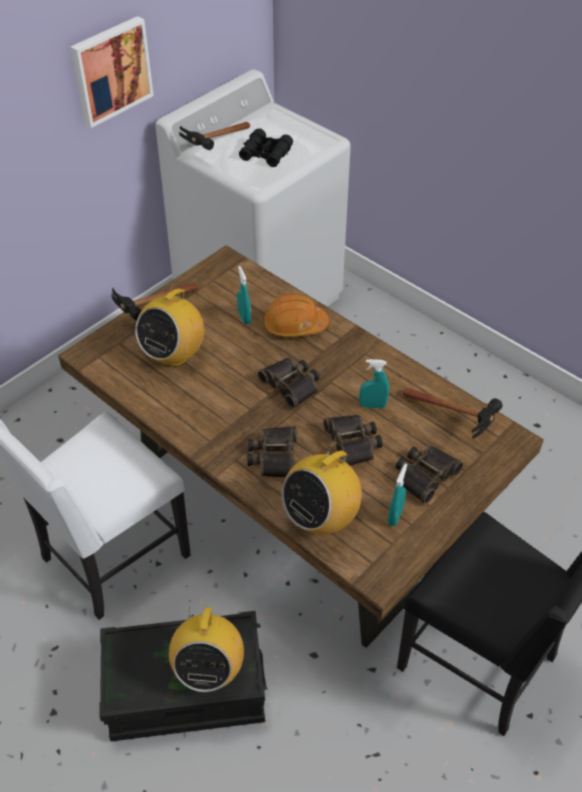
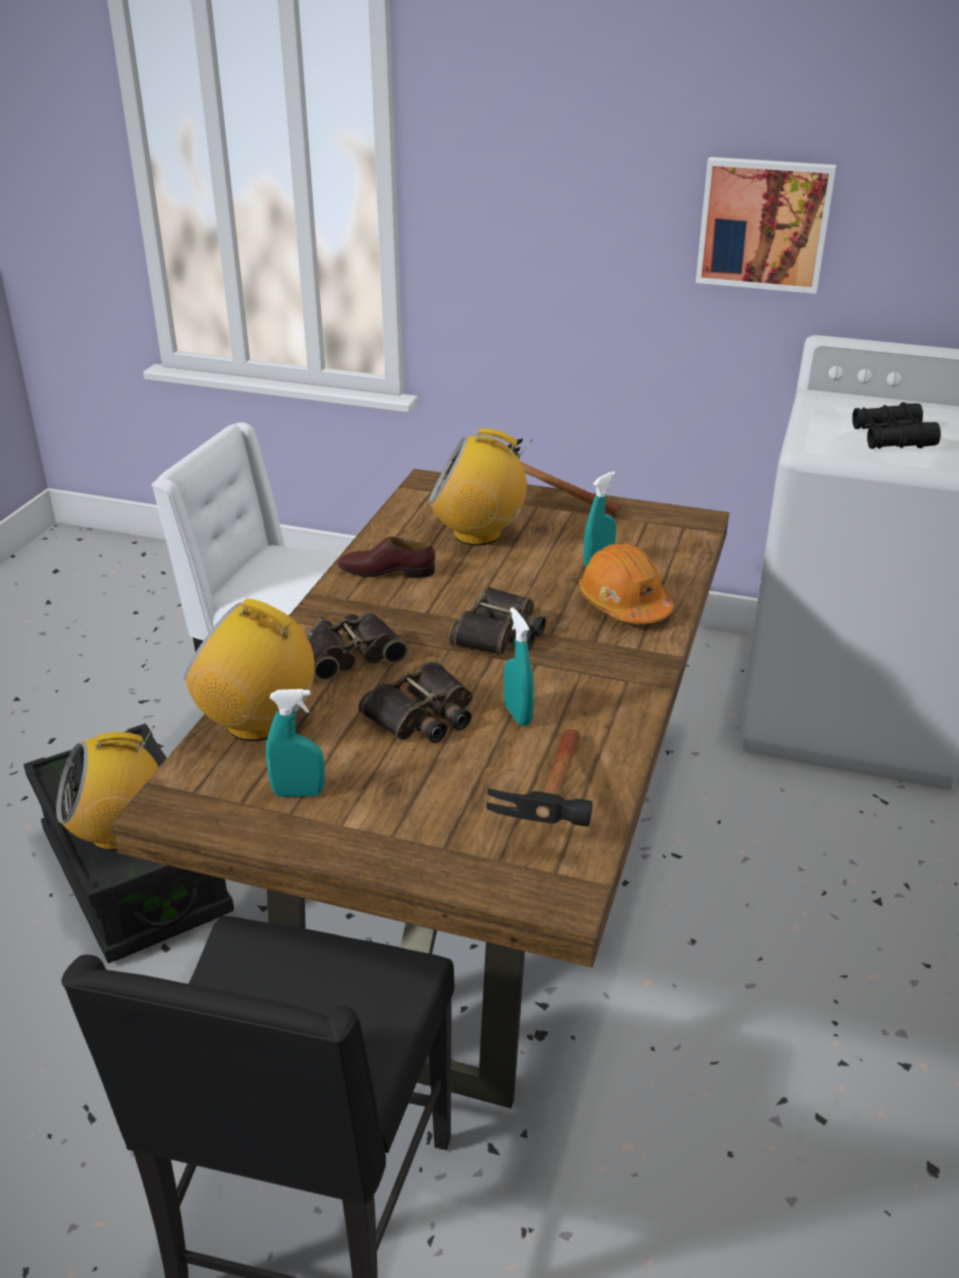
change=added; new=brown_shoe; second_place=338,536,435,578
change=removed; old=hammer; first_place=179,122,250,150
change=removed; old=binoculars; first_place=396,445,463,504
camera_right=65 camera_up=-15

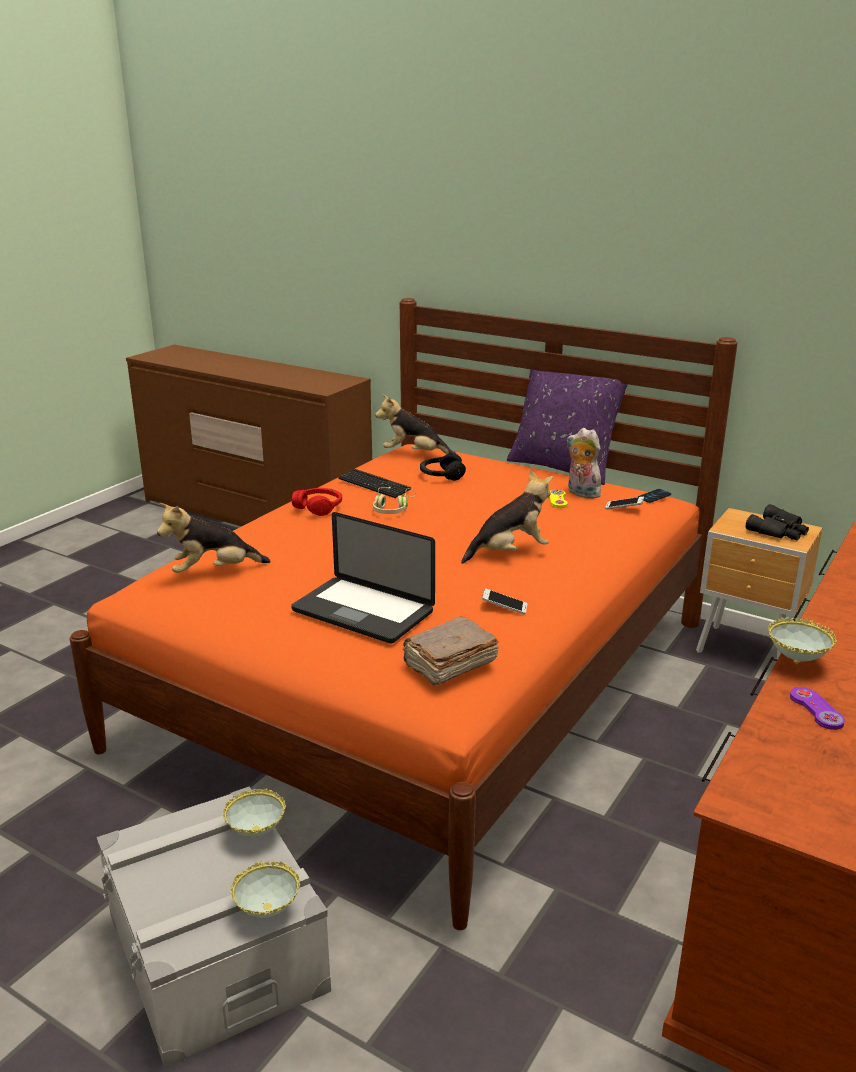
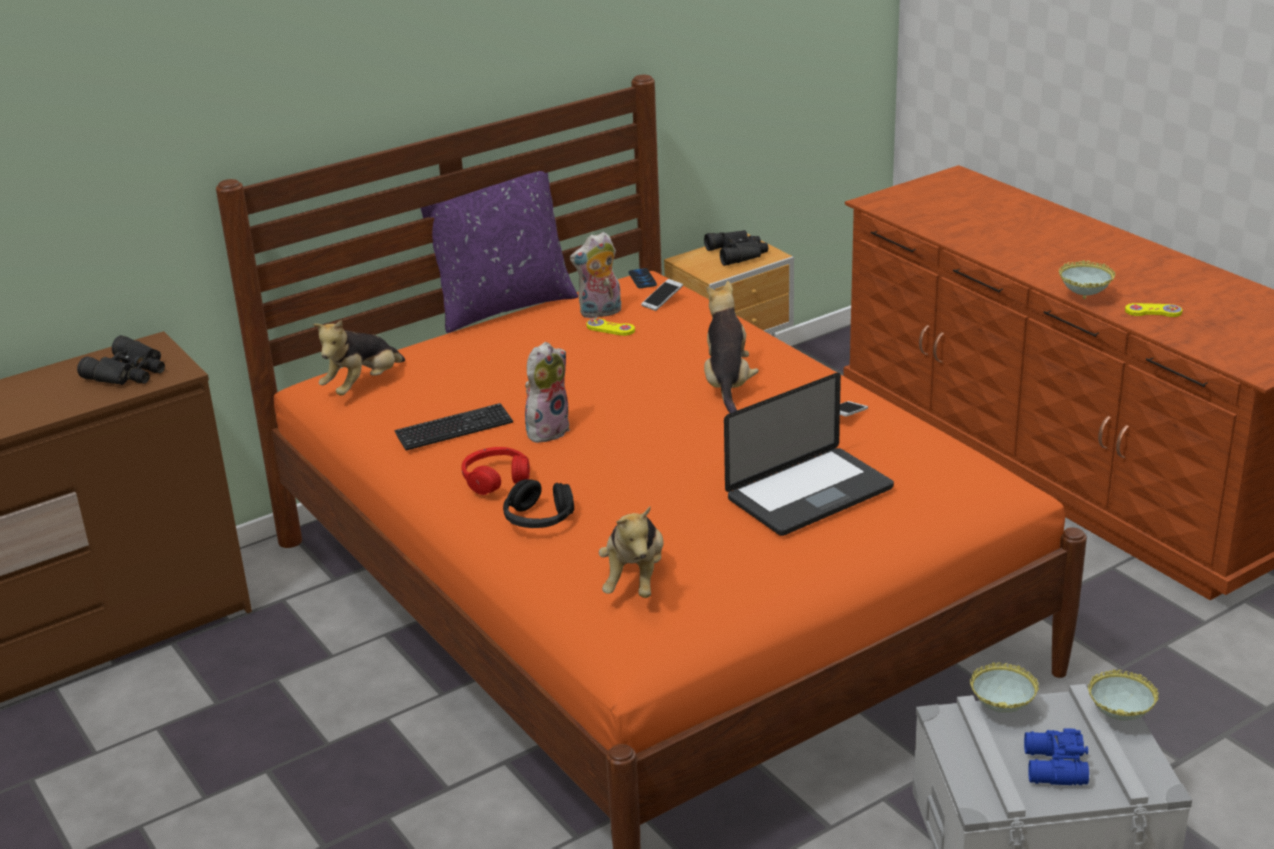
change=added; new=black_binoculars; second_place=77,335,165,385
change=moved; old=black_headphones; first_place=420,453,466,481; second_place=503,479,574,528
change=replaced; old=beige_headphones; new=plush_toy; first_place=373,487,416,514; second_place=525,342,570,443
change=added; new=blue_binoculars; second_place=1024,728,1089,785
change=recoloured; old=purple_game_controller; new=yellow_game_controller; first_place=790,687,845,730; second_place=1125,303,1182,317
change=removed; old=brown_book; first_place=402,616,499,686
camera_right=-65 camera_up=5

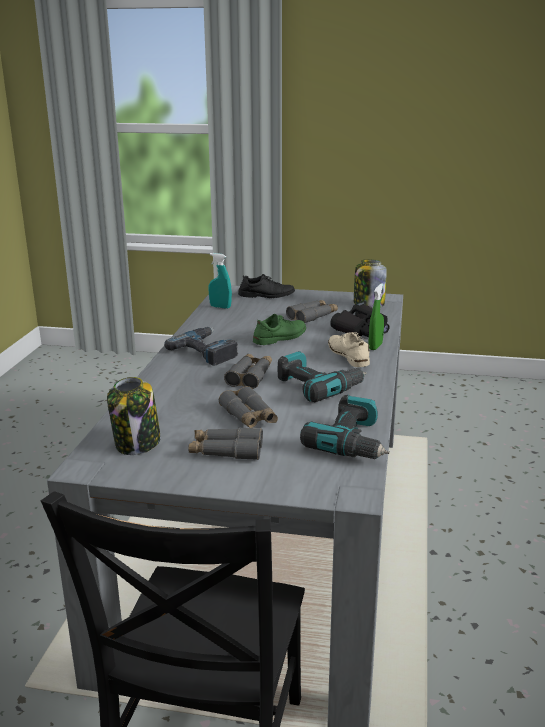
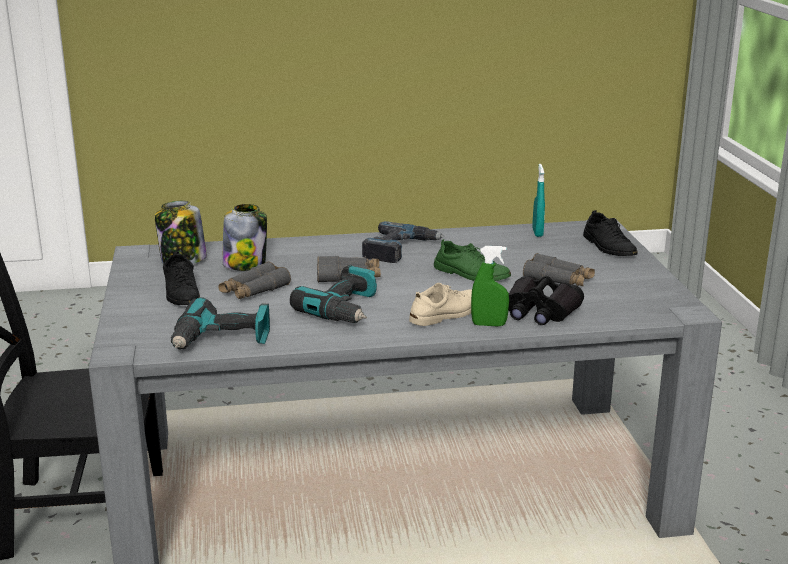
change=replaced; old=grey_binoculars; new=black_shoe; first_place=188,427,263,460; second_place=163,251,200,305
change=moved; old=jar; first_place=354,259,387,307; second_place=222,204,267,271
camera_right=70 camera_up=0

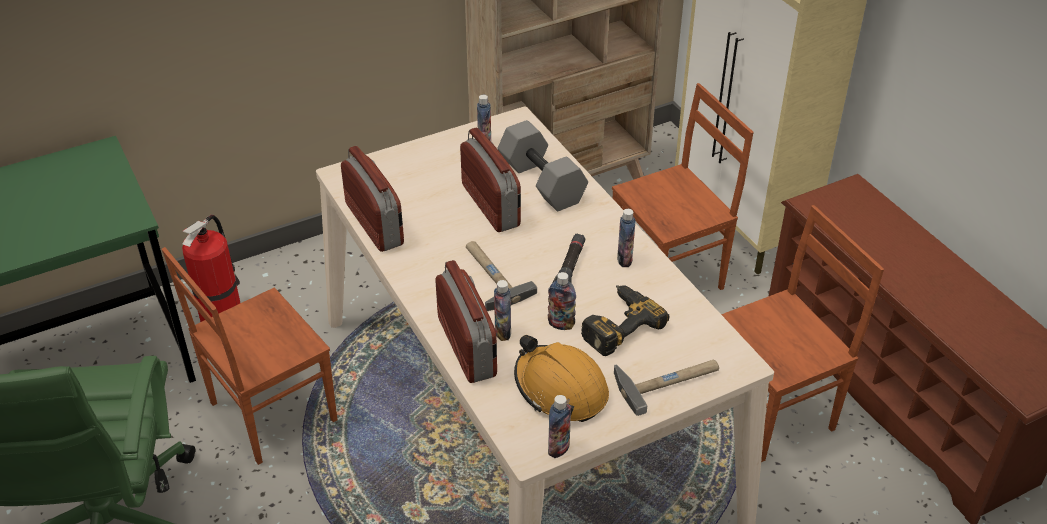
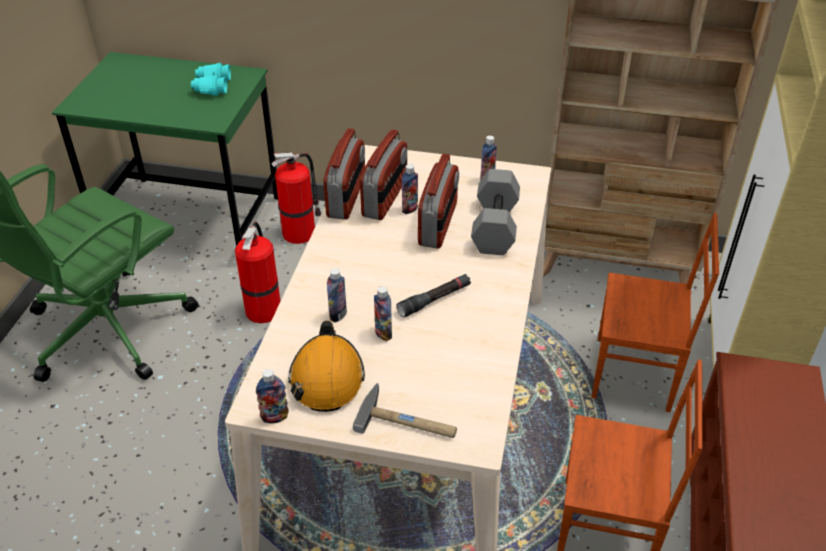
change=added; new=turquoise_binoculars; second_place=191,63,231,96
change=replaced; old=brown_chair; new=fire_extinguisher; first_place=162,247,338,465; second_place=235,221,280,323
change=moved; old=radio; first_place=435,260,497,383; second_place=360,129,407,220
change=moved; old=bottle; first_place=617,209,636,267; second_place=402,164,418,214
change=removed; old=hammer; first_place=466,241,537,311
change=removed; old=power_drill; first_place=581,285,669,356
camera_right=40 camera_up=0

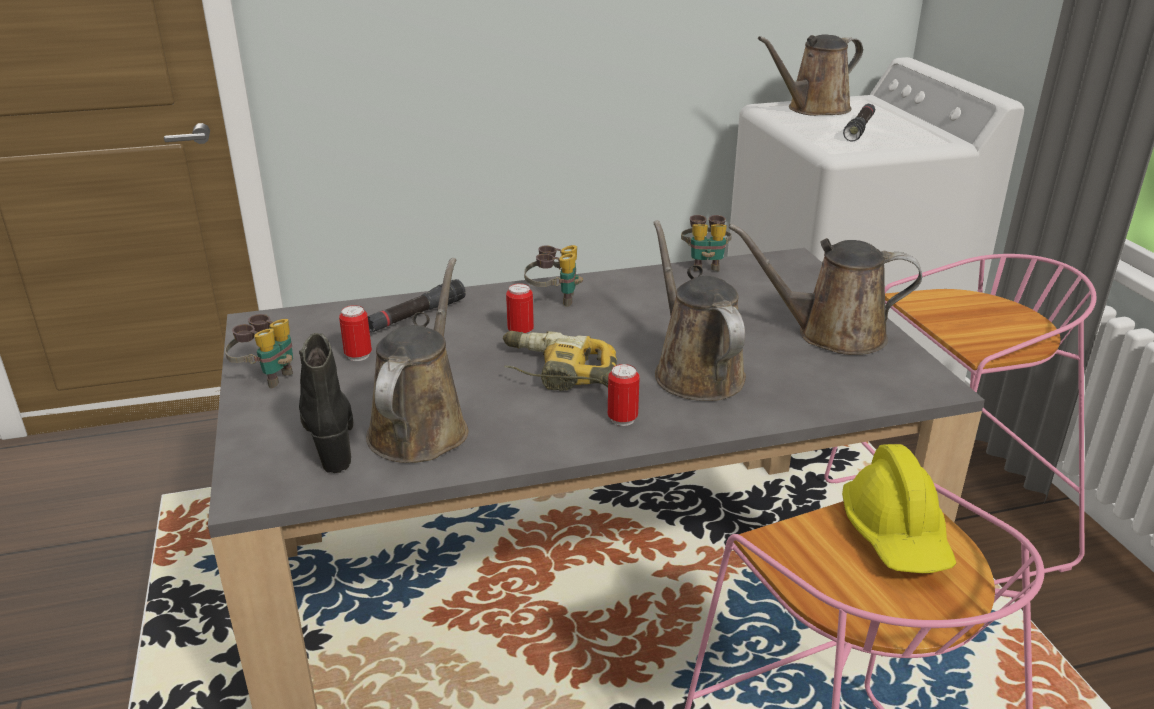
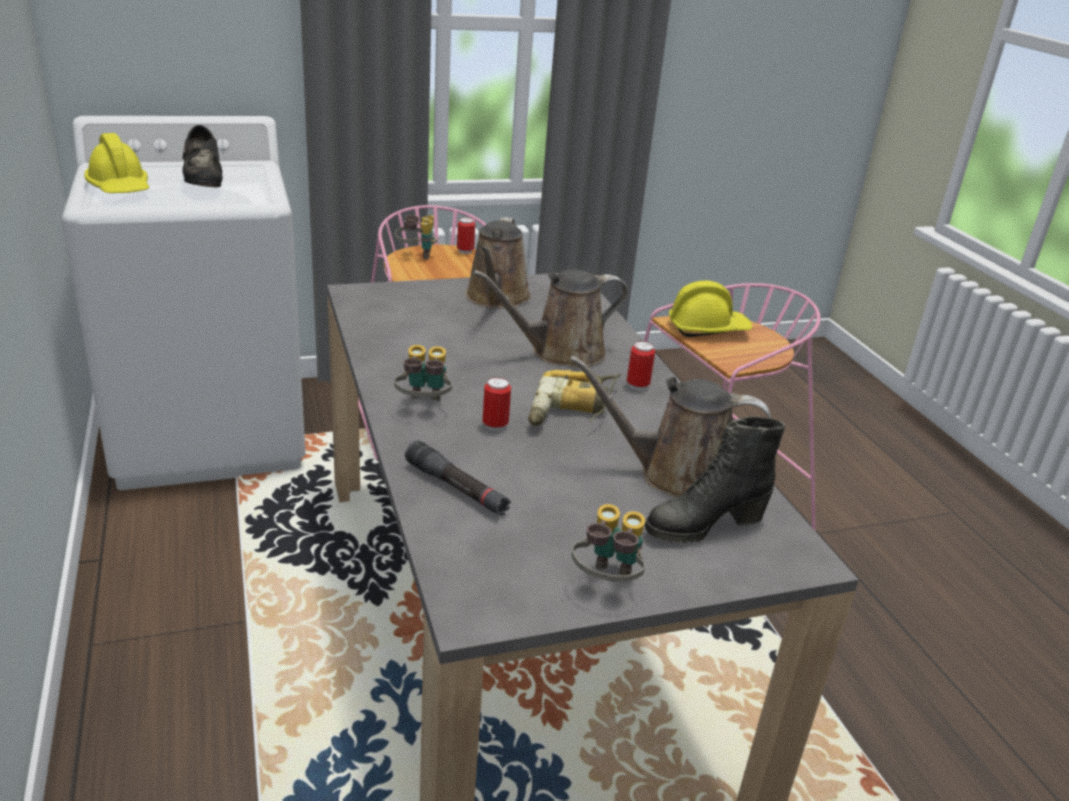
change=replaced; old=brown_watering_can; new=yellow_hard_hat; first_place=758,35,863,116; second_place=85,133,149,193
change=replaced; old=black_flashlight; new=black_shoe; first_place=843,104,875,141; second_place=183,125,223,187
change=moved; old=binoculars; first_place=681,215,732,272; second_place=395,215,438,260
change=moved; old=can; first_place=339,305,372,361; second_place=457,217,475,254
camera_right=-95 camera_up=0

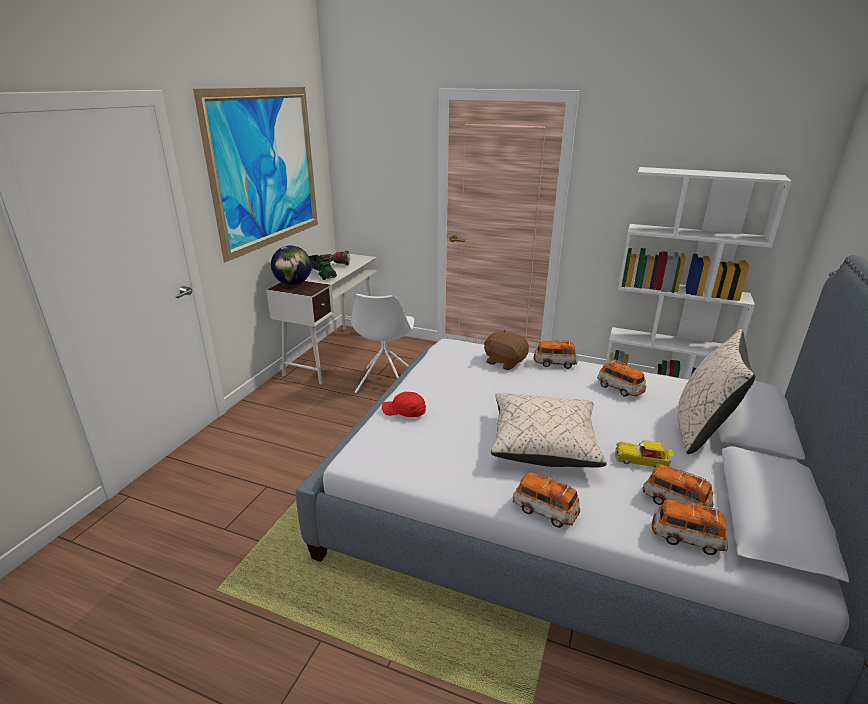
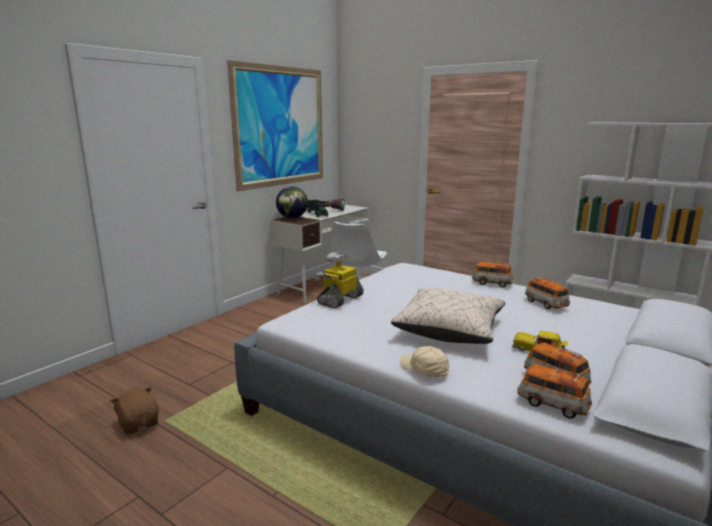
change=moved; old=brown_plush_toy; first_place=484,330,529,370; second_place=110,387,159,435
change=replaced; old=red_cap; new=toy_robot; first_place=382,392,426,417; second_place=314,252,364,308
change=replaced; old=toy_car; new=beige_cap; first_place=513,472,580,528; second_place=400,346,449,378
change=removed; old=beige_pillow; first_place=678,329,755,454
camera_right=15 camera_up=-10

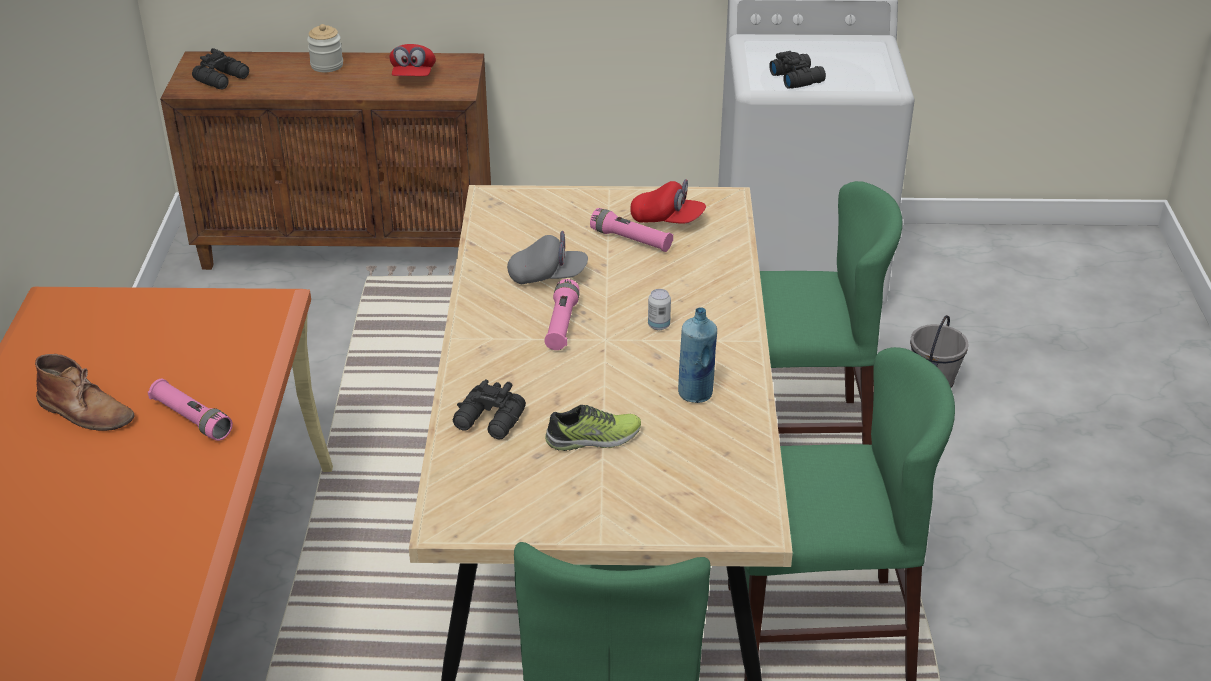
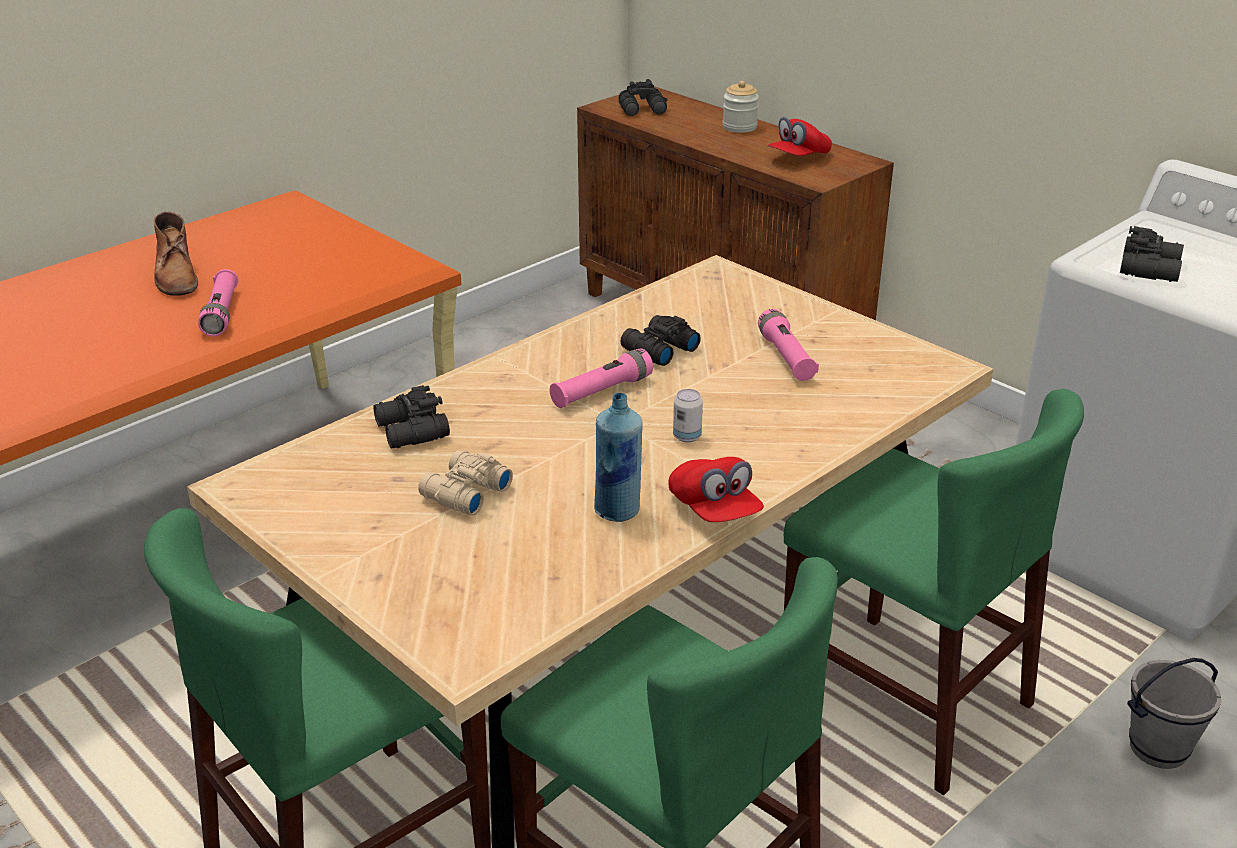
change=replaced; old=shoe; new=beige_binoculars; first_place=545,405,641,451; second_place=418,450,513,516
change=replaced; old=grey_cap; new=black_binoculars; first_place=507,231,588,284; second_place=620,315,701,366
change=moved; old=red_cap; first_place=630,179,706,224; second_place=668,457,764,522
camera_right=45 camera_up=-5

